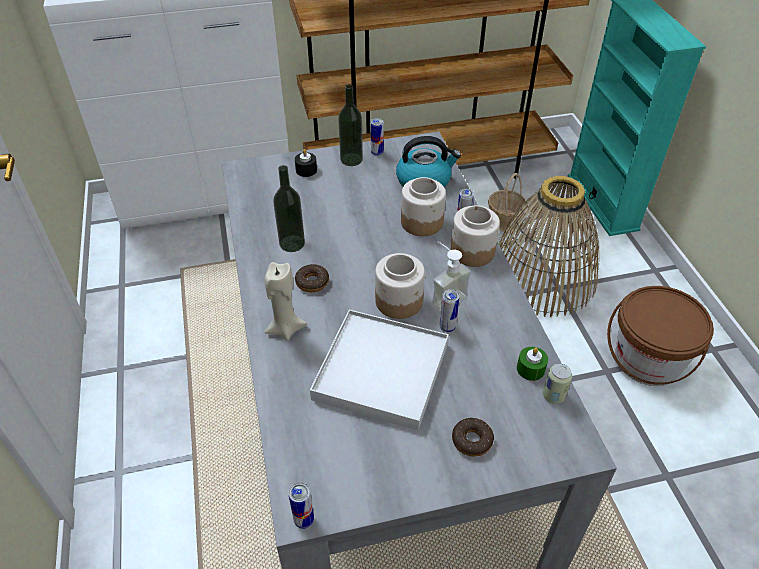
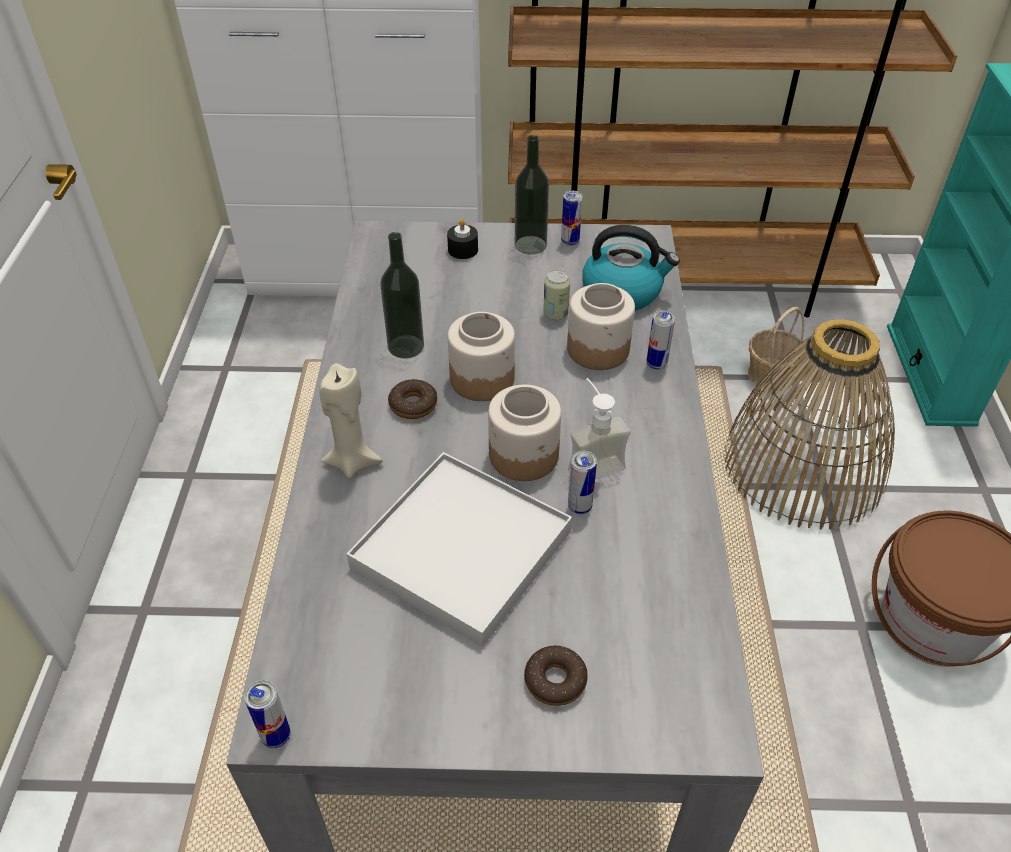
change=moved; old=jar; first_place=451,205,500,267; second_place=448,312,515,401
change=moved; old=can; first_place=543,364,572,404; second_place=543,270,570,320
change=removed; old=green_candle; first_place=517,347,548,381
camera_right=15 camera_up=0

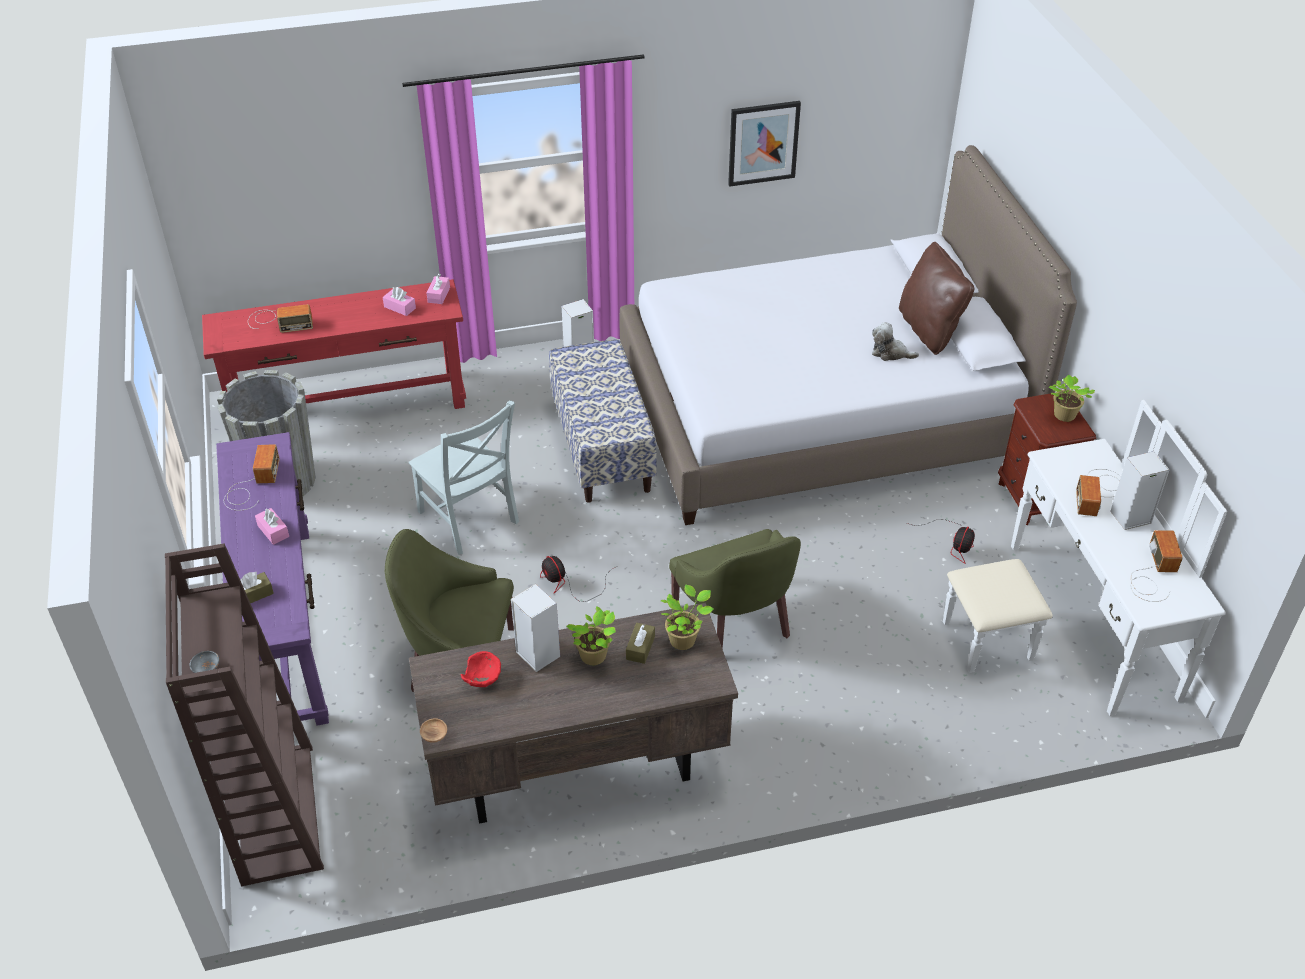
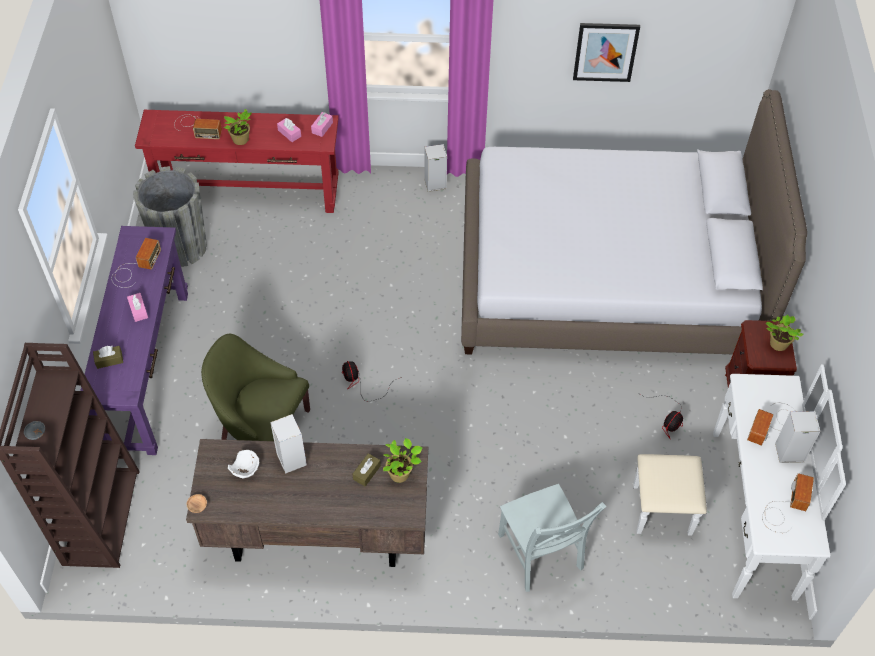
change=moved; old=potted_plant; first_place=566,606,616,665; second_place=224,109,252,145
change=recoloured; old=red_bowl; new=white_bowl; first_place=461,651,501,687; second_place=228,450,259,479
change=moved; old=grey_chair; first_place=409,400,519,555; second_place=498,484,607,592
change=removed; old=bench; first_place=549,339,657,503
change=removed; old=green_armchair; first_place=669,529,801,649
change=removed; old=plush_toy; first_place=872,322,919,361
change=removed; old=brown_pillow; first_place=899,242,974,355
camera_right=15 camera_up=10

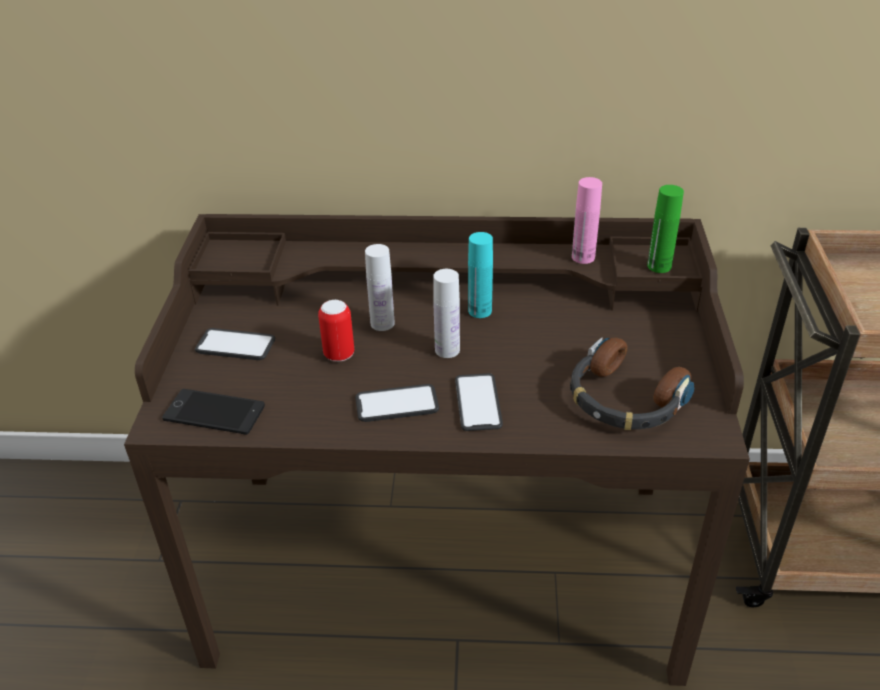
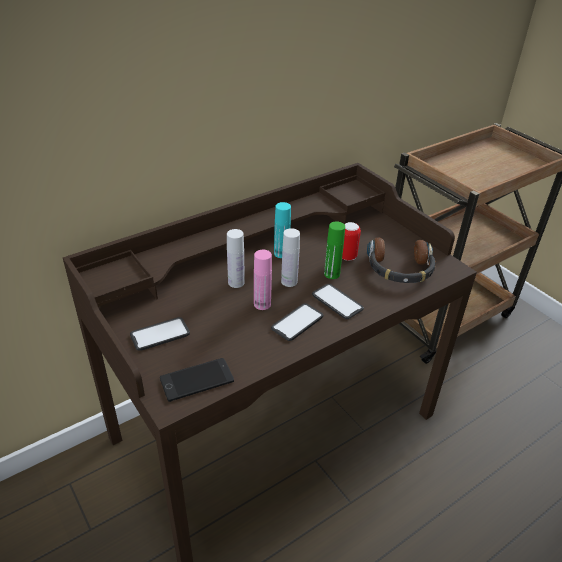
change=moved; old=pink_bottle; first_place=572,177,602,264; second_place=254,250,272,310
change=moved; old=green_bottle; first_place=647,185,684,273; second_place=324,221,345,279
change=moved; old=can; first_place=318,300,354,362; second_place=342,222,361,261
camera_right=-40 camera_up=0

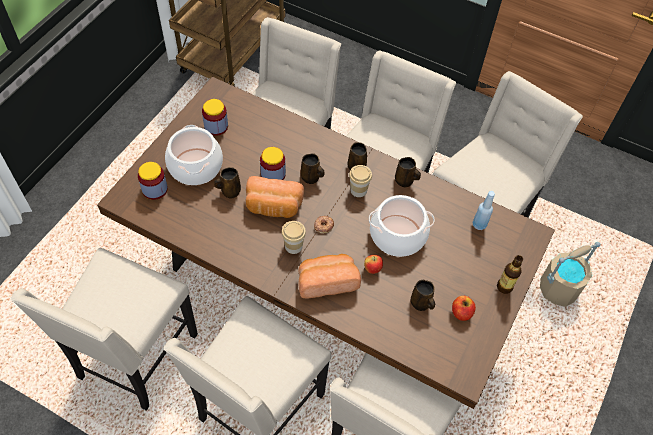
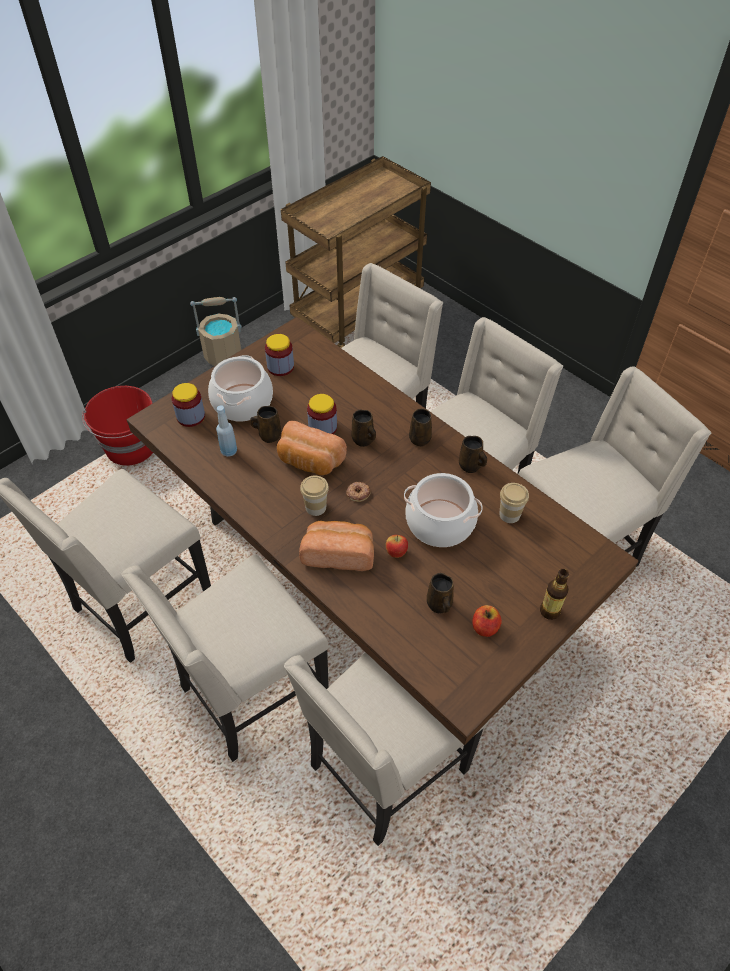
change=added; new=red_bucket; second_place=82,386,153,466
change=moved; old=beige_bucket; first_place=540,242,600,307; second_place=190,297,242,366
change=moved; old=blue_bottle; first_place=473,191,495,230; second_place=216,405,237,457
change=moved; old=cup; first_place=349,165,372,197; second_place=499,483,529,523
camera_right=20 camera_up=-5

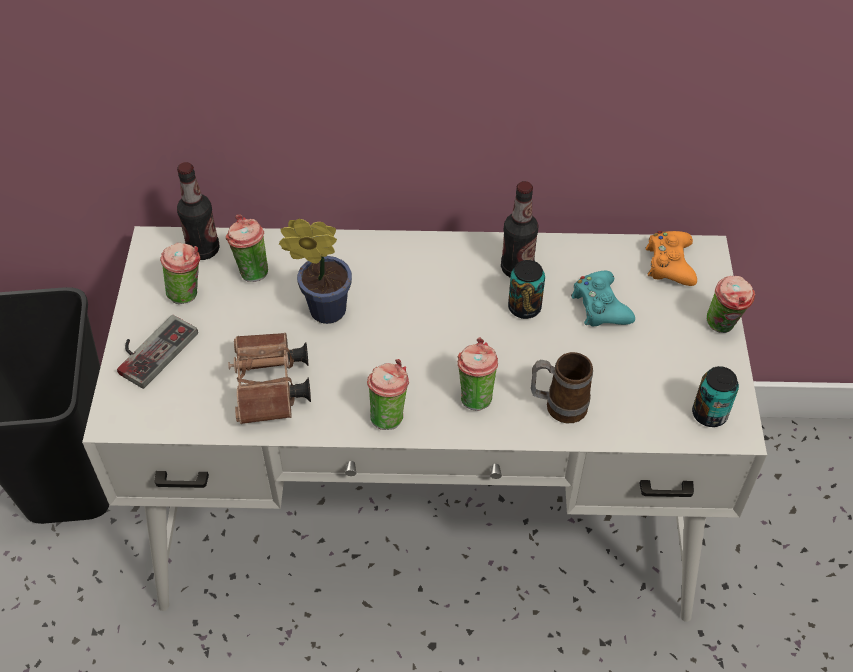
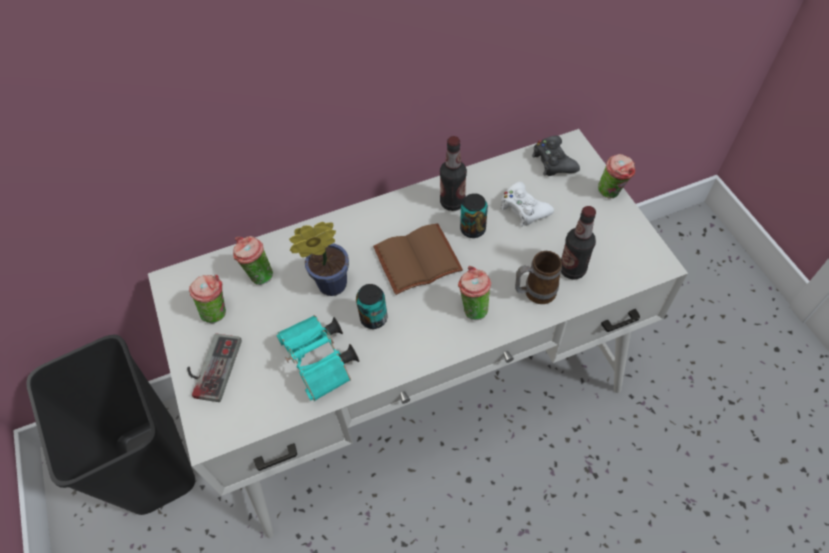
change=recoloured; old=brown_binoculars; new=turquoise_binoculars; first_place=228,333,311,424; second_place=276,315,359,401
change=moved; old=can; first_place=692,366,739,427; second_place=356,284,387,329
change=added; new=brown_book; second_place=373,223,463,295
change=recoloured; old=turquoise_game_controller; new=white_game_controller; first_place=571,270,635,327; second_place=501,181,554,226
change=recoloured; old=orange_game_controller; new=black_game_controller; first_place=645,231,697,286; second_place=532,136,580,176
change=moved; old=bottle; first_place=177,162,220,260; second_place=561,206,596,280
change=removed; old=cup; first_place=367,359,409,430
camera_right=-20 camera_up=5

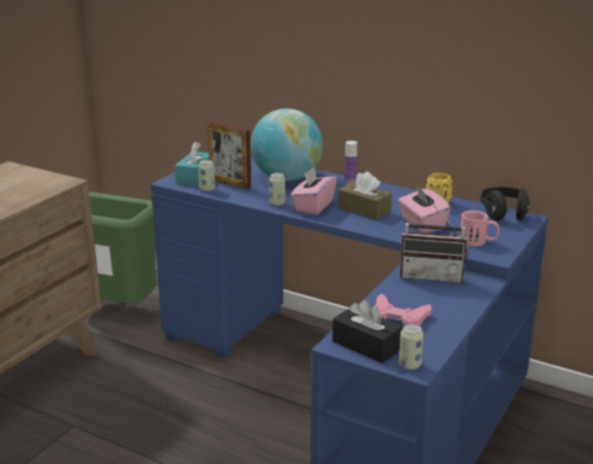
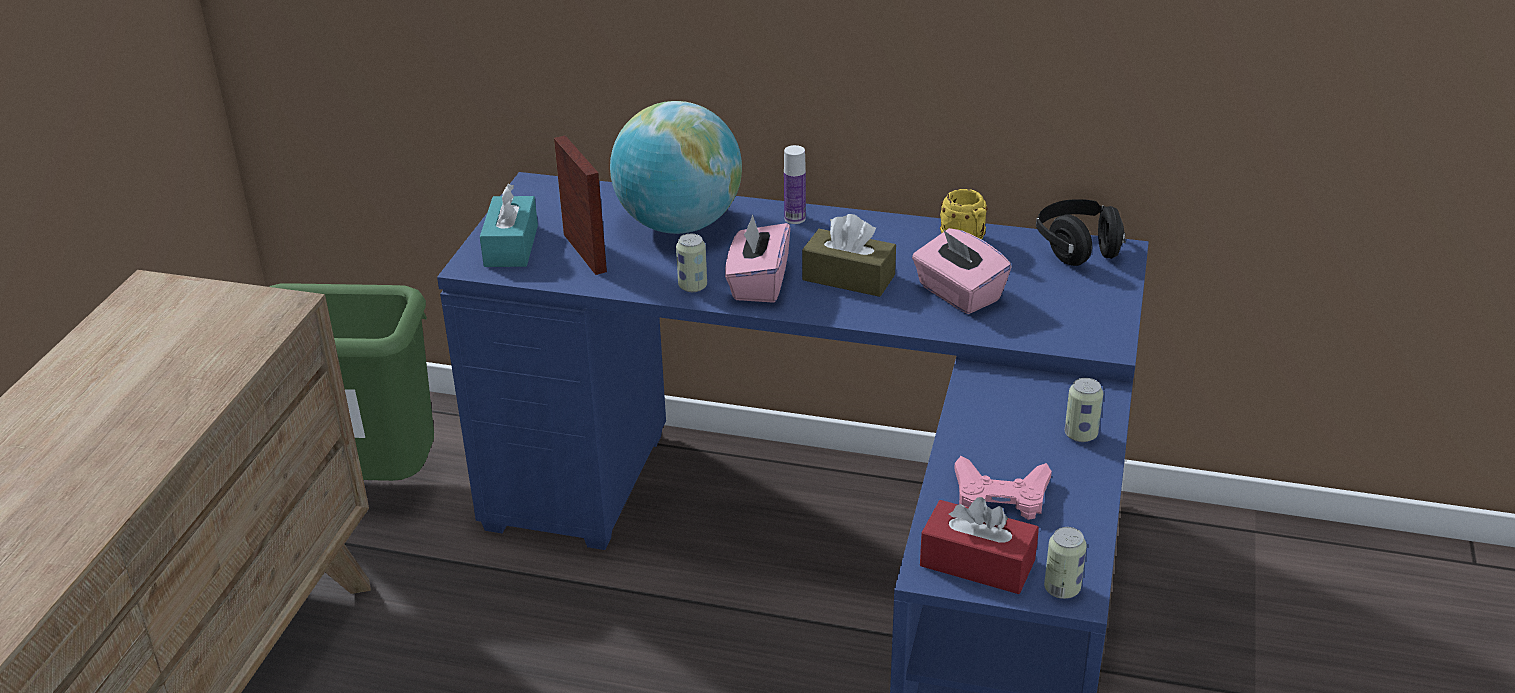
change=turned; old=picture_frame; first_place=207,121,251,190; second_place=554,136,607,275; degrees=-135
change=recoloured; old=black_tissue_box; new=red_tissue_box; first_place=332,299,403,363; second_place=920,497,1039,594
change=moved; old=can; first_place=198,160,215,192; second_place=1065,378,1103,442
change=removed; old=radio; first_place=400,201,468,283
change=removed; old=pink_mug; first_place=460,210,499,246
camera_right=-15 camera_up=10

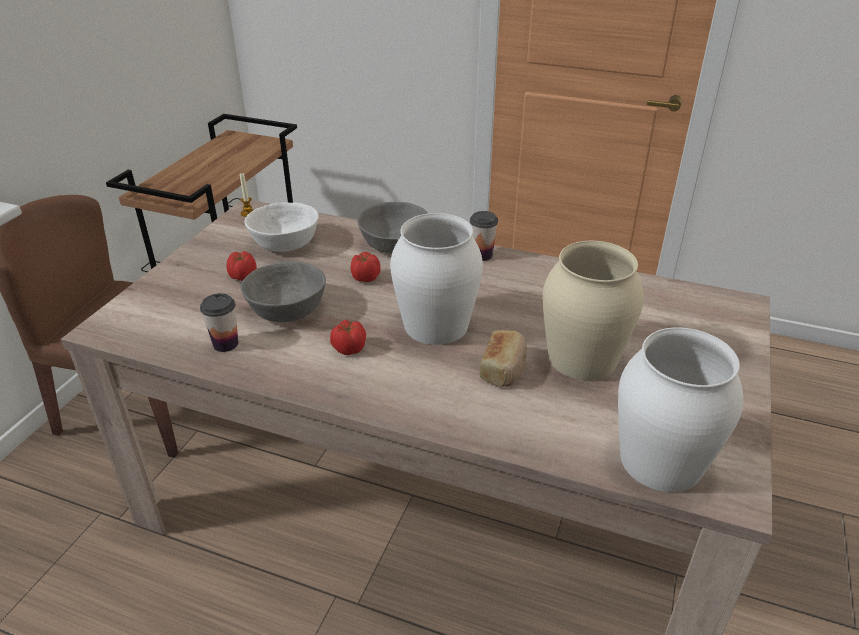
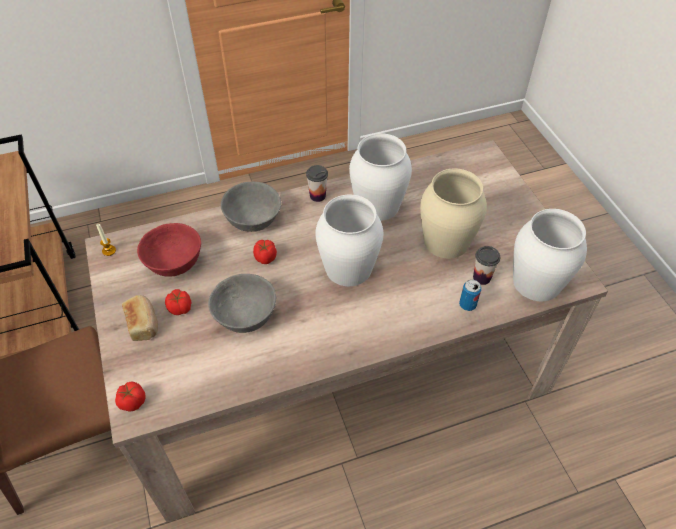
change=moved; old=tomato; first_place=330,320,366,355; second_place=115,381,146,412
change=moved; old=bread; first_place=480,330,527,387; second_place=122,295,158,341
change=recoloured; old=white_bowl; new=red_bowl; first_place=244,202,319,252; second_place=137,223,201,277
change=added; new=white_vase; second_place=349,133,412,221
change=added; new=can; second_place=459,280,481,311
change=moved; old=cup; first_place=200,293,238,352; second_place=473,246,500,285
camera_right=-40 camera_up=15

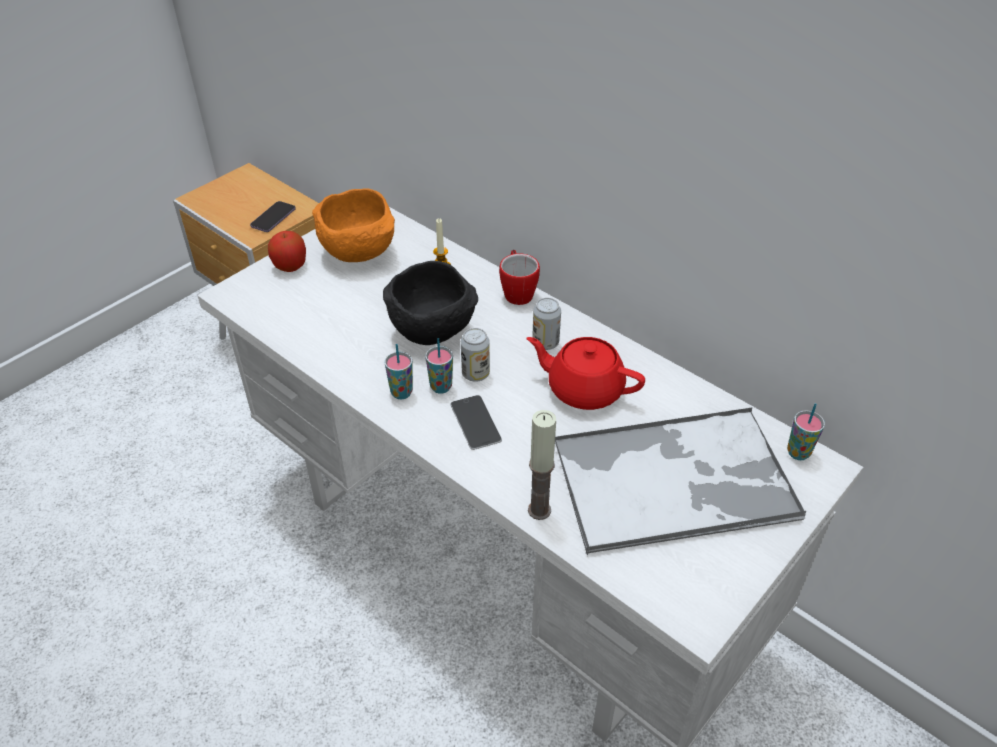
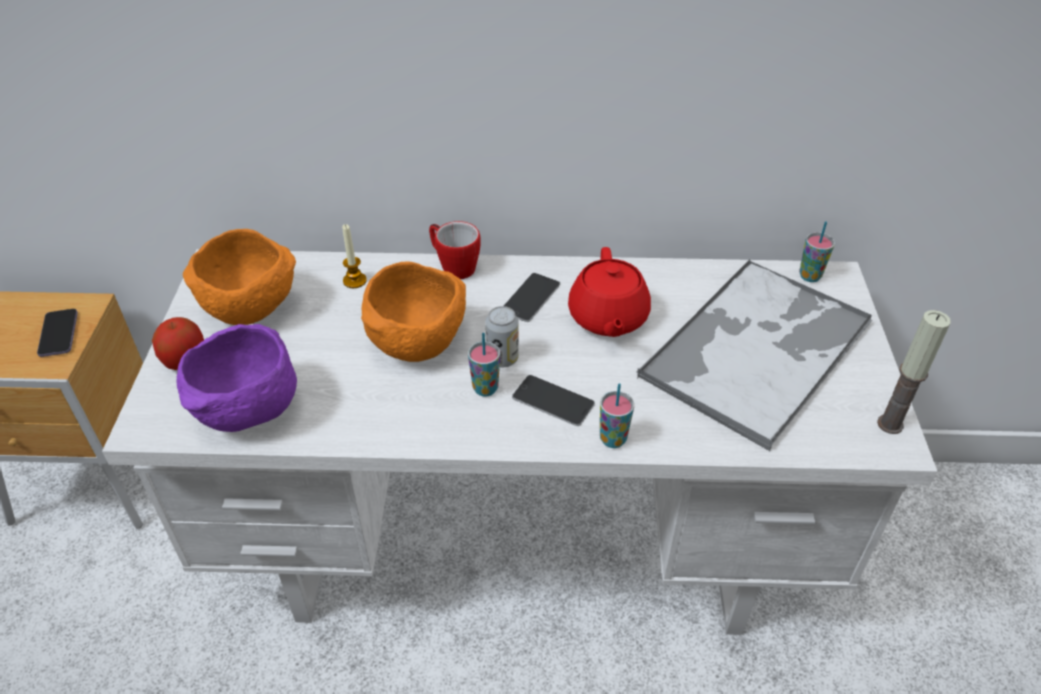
change=added; new=purple_bowl; second_place=177,324,297,432
change=recoloured; old=black_bowl; new=orange_bowl; first_place=383,261,478,345; second_place=361,261,466,362
change=replaced; old=can; new=phone; first_place=532,298,561,350; second_place=504,273,560,322
change=turned; old=red_teapot; first_place=527,337,645,410; second_place=568,247,651,337; degrees=-75
change=moved; old=cup; first_place=384,344,413,399; second_place=600,383,634,448
change=moved; old=candle; first_place=528,410,556,520; second_place=877,310,951,434
camera_right=-40 camera_up=0

